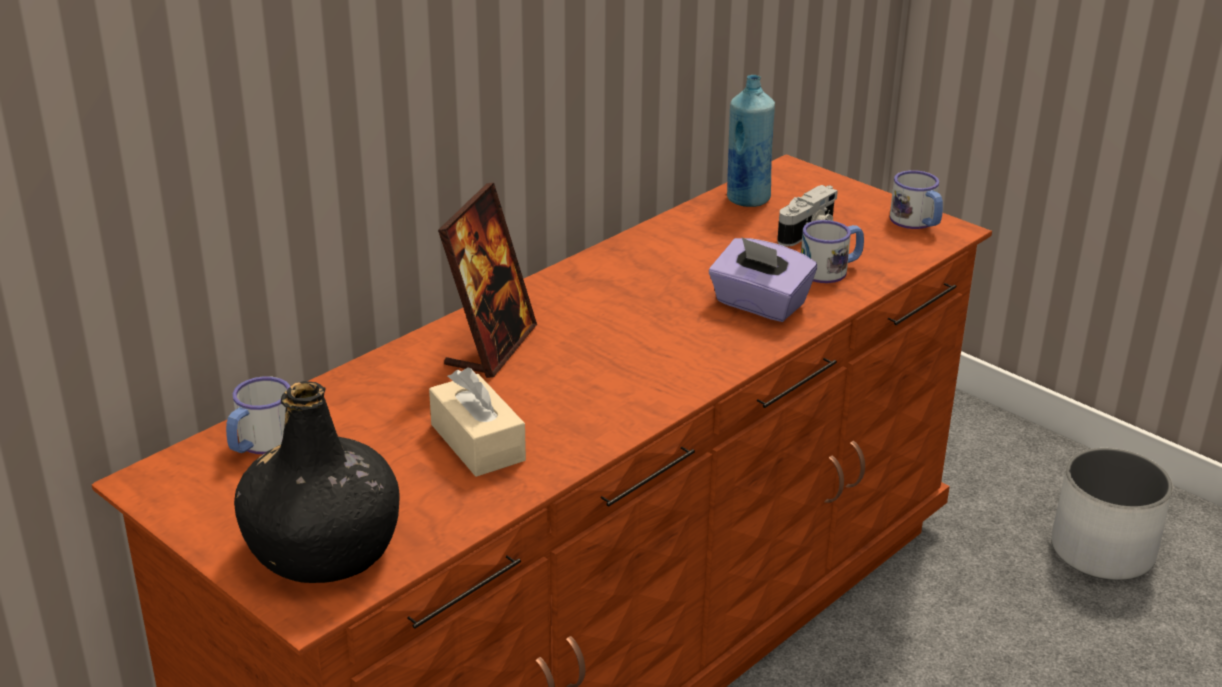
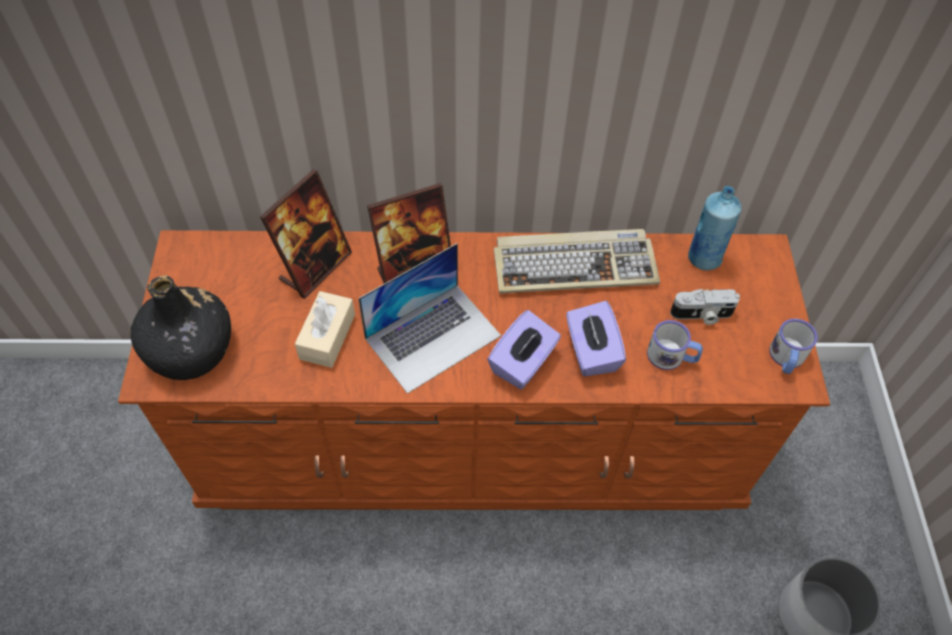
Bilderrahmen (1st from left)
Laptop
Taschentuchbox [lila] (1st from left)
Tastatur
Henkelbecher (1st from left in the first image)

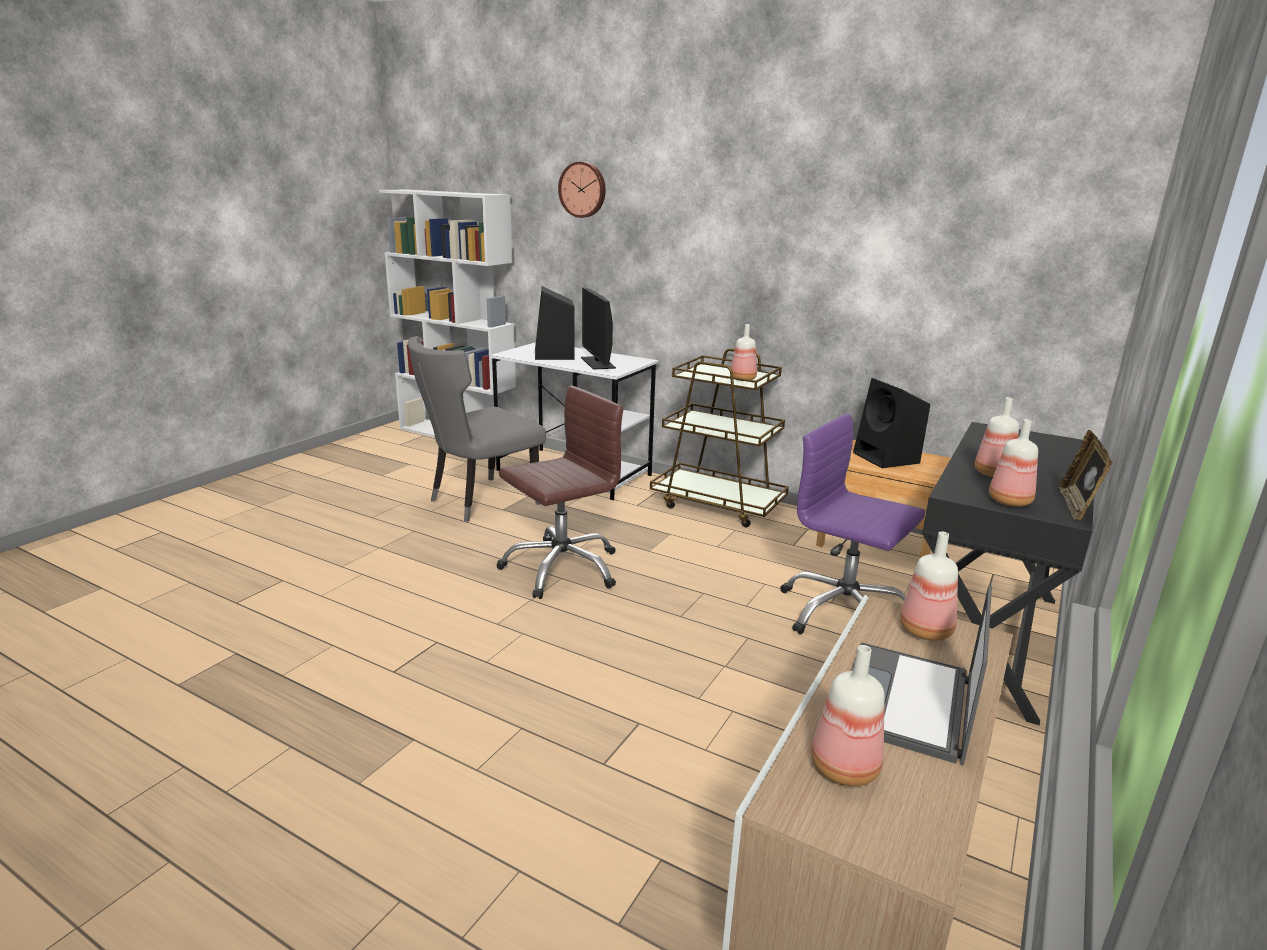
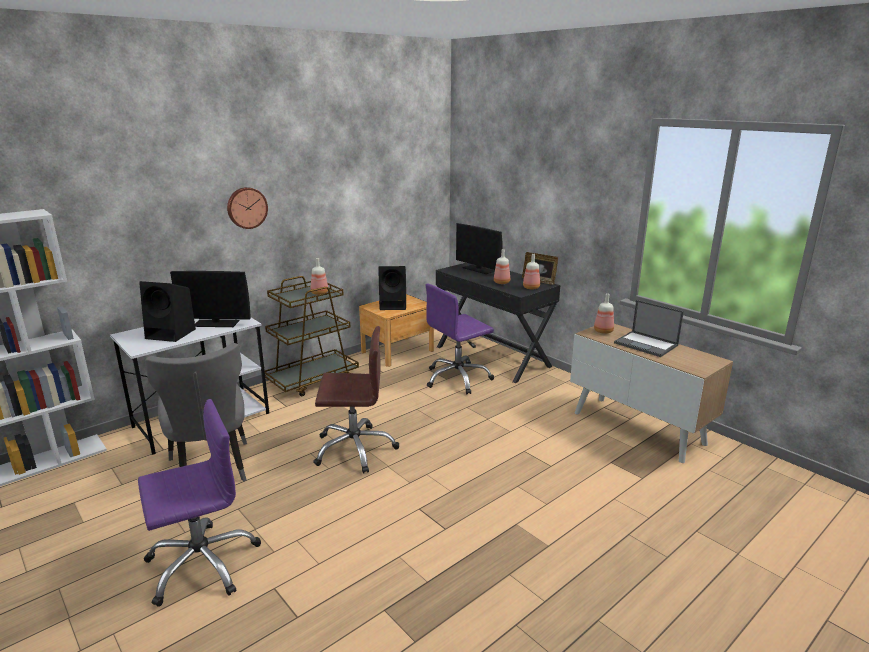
Bürostuhl [lila] (1st from left)
Wanduhr
Bürostuhl [braun]
Monitor (2nd from left)
Flasche (2nd from left in the first image)

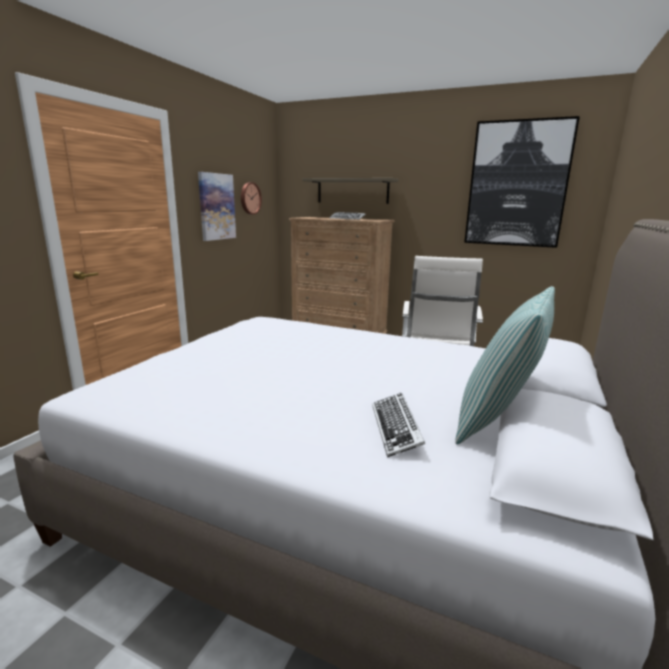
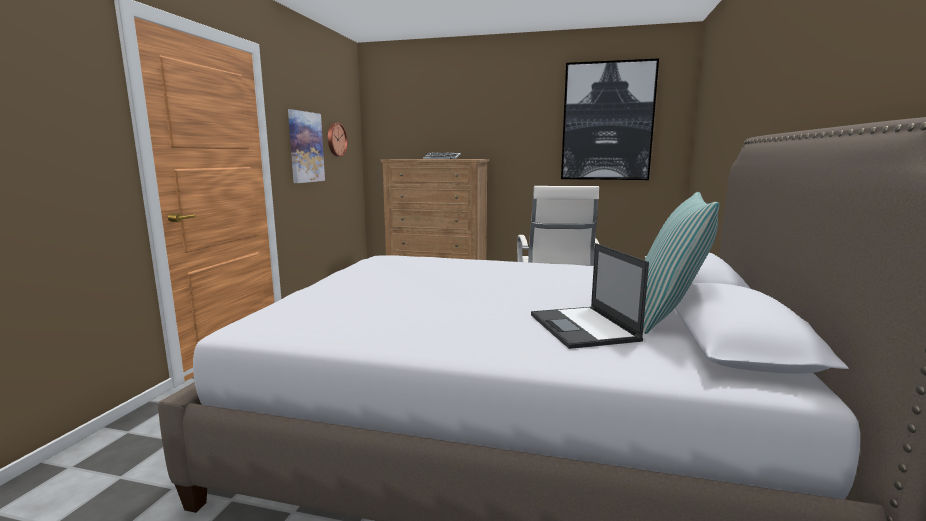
Laptop
Wandregal

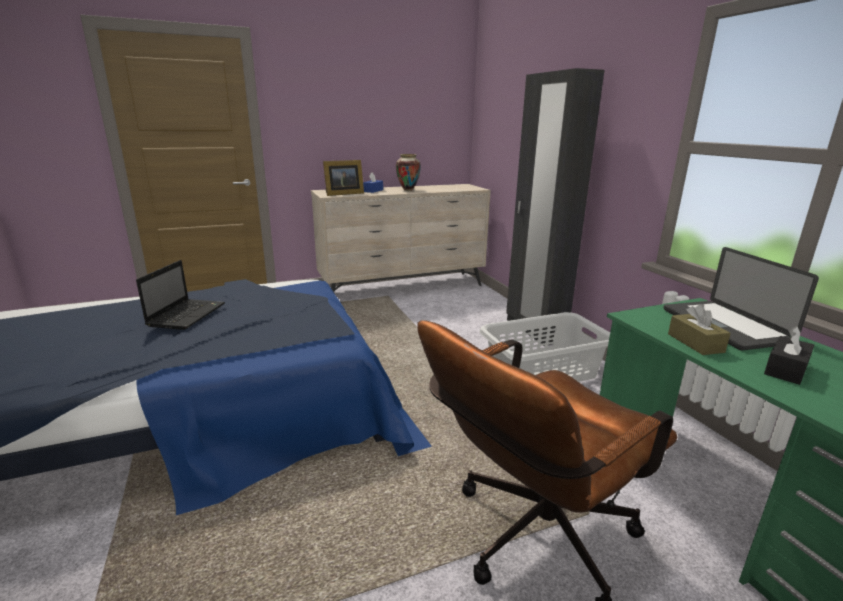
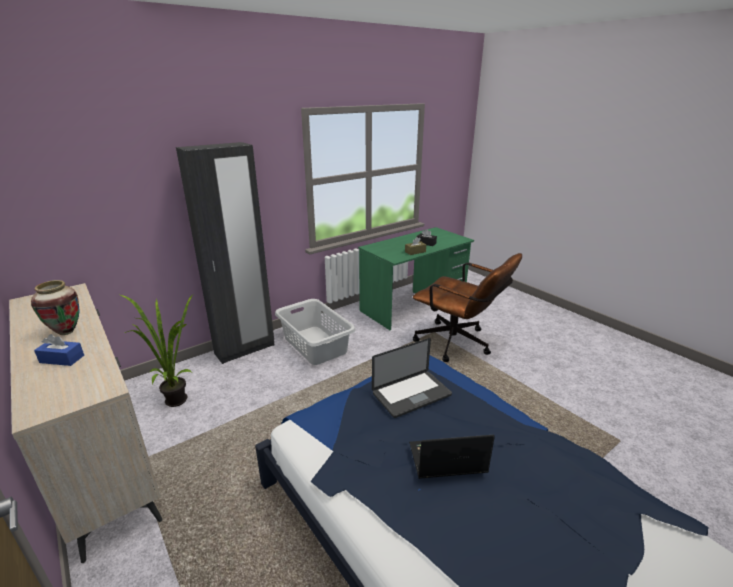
Topfpflanze
Laptop (1st from left)
Bilderrahmen

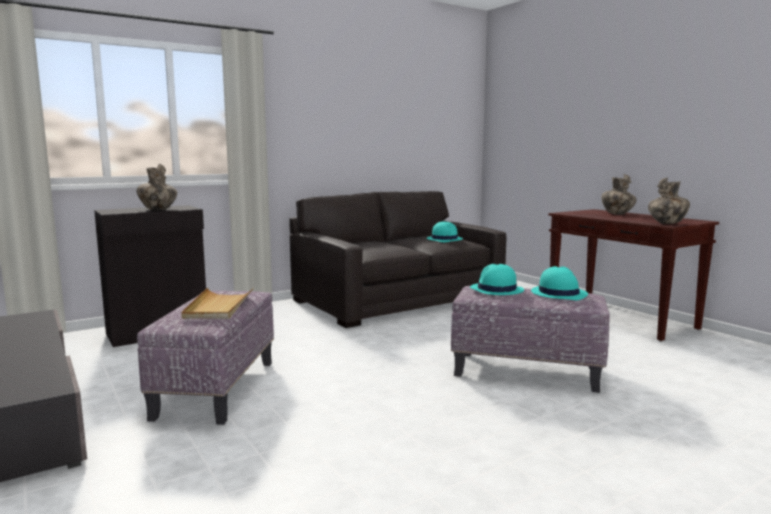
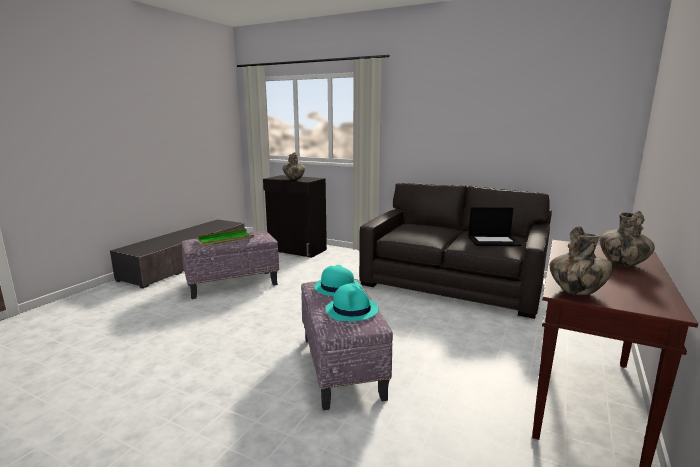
Tablett [grün]
Laptop

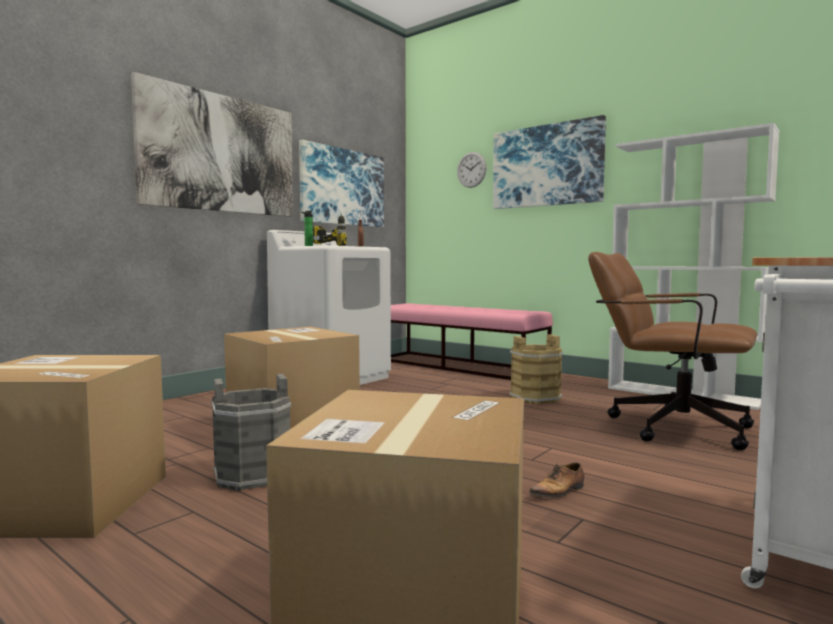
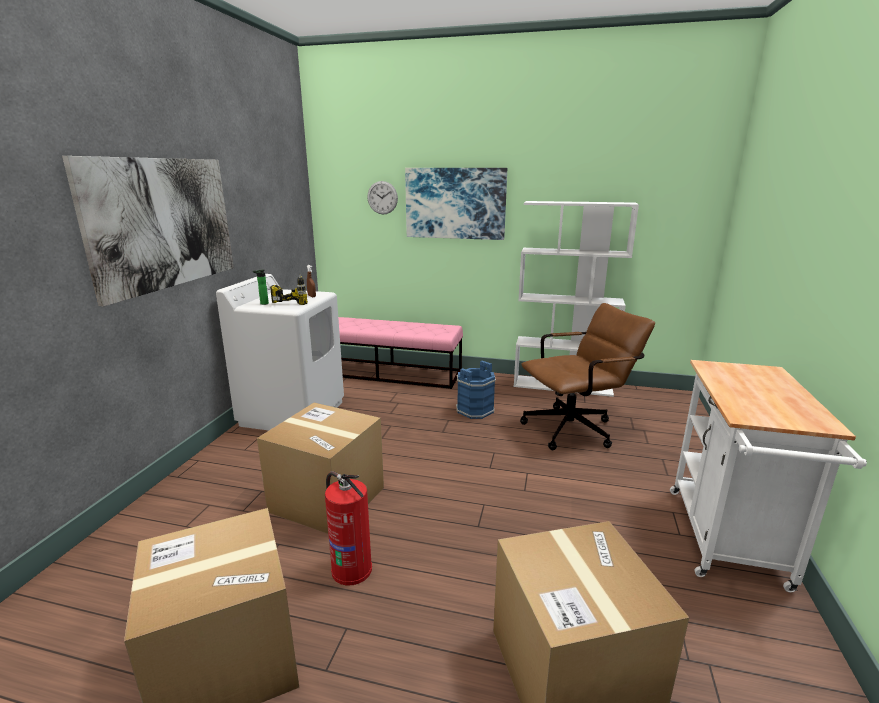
Feuerlöscher
Eimer [blau]
Bürostuhl [braun]
Bild (2nd from left in the first image)
Schuh

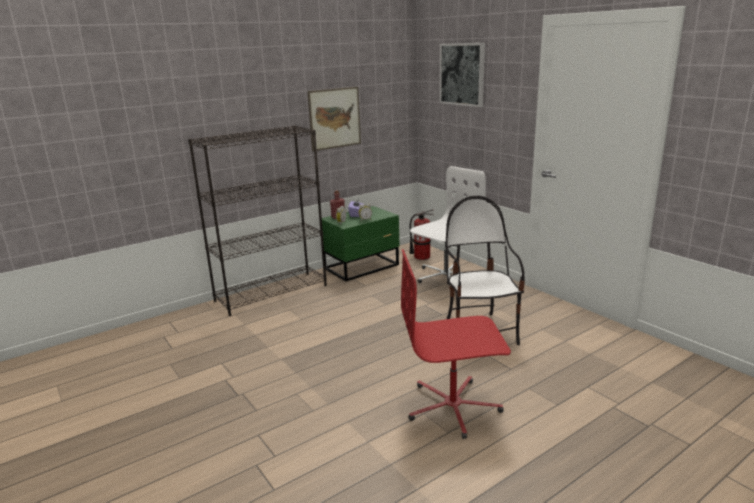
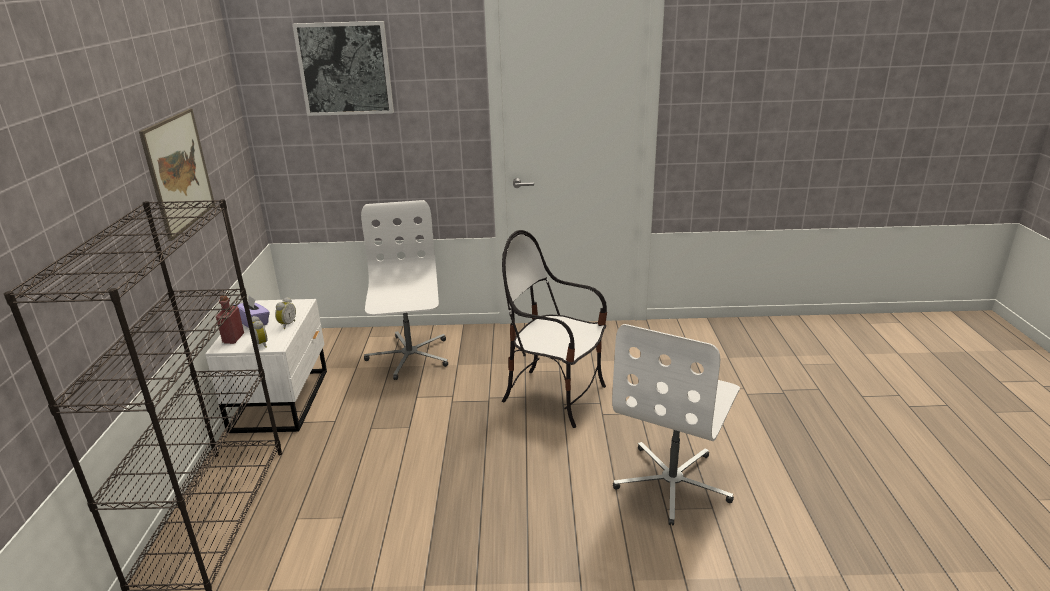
Nachttisch [weiß]
Bürostuhl [weiß] (2nd from left)
Feuerlöscher

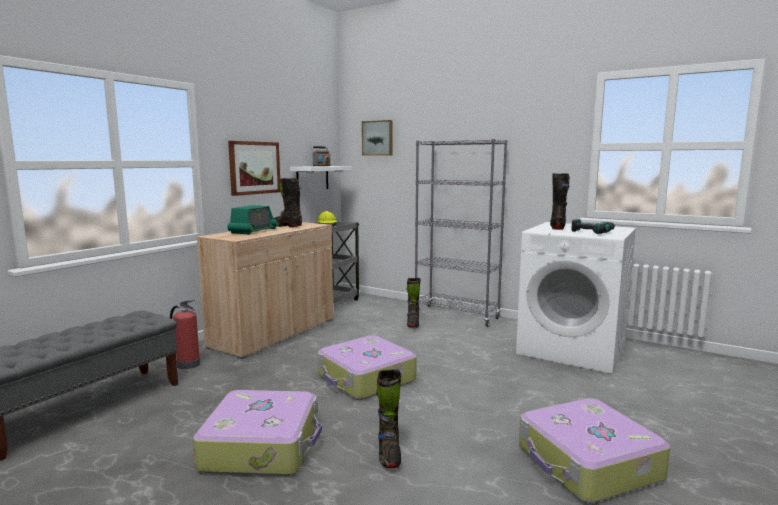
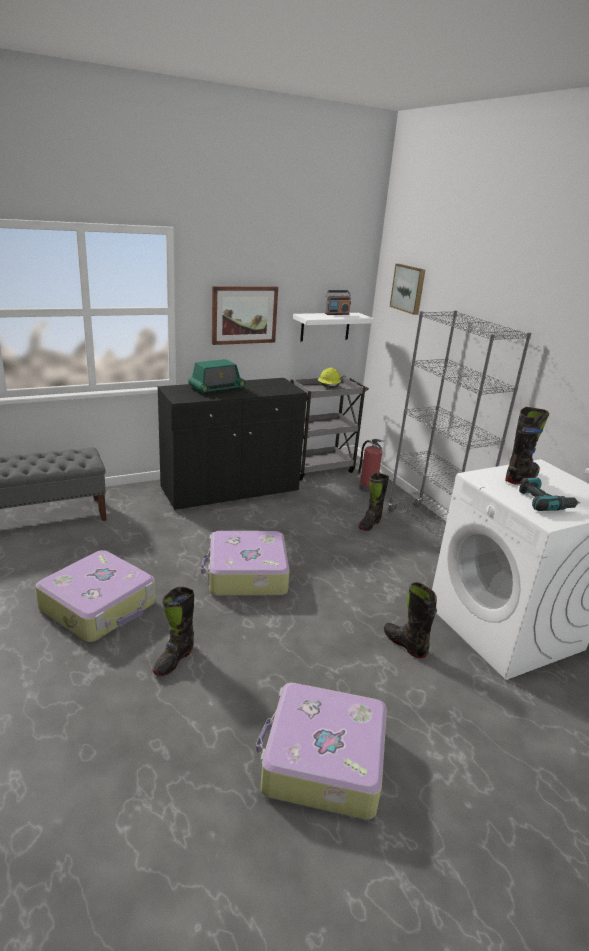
Schrank [schwarz]
Feuerlöscher
Stiefel [schwarz] (3rd from left)

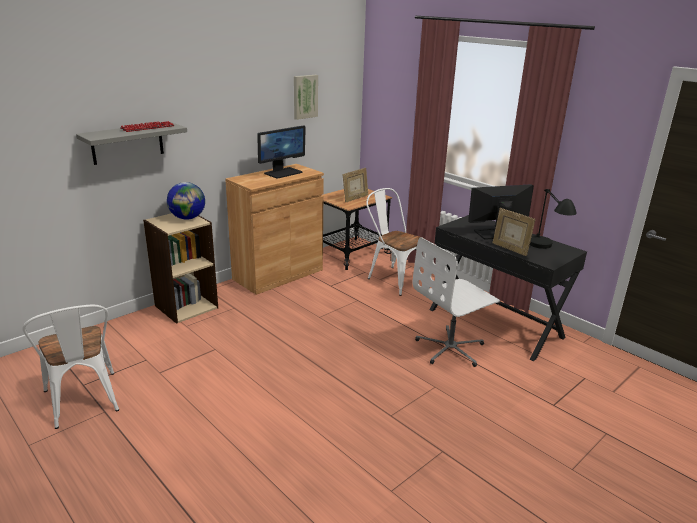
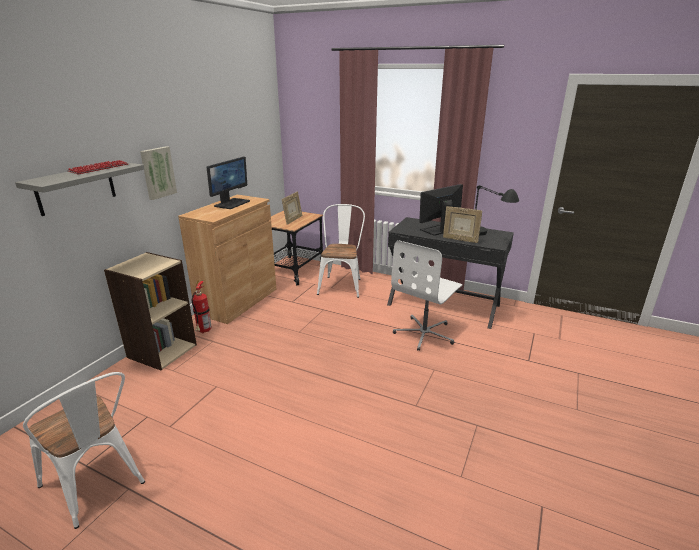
Bild
Feuerlöscher
Stuhl [weiß] (2nd from left)
Globus

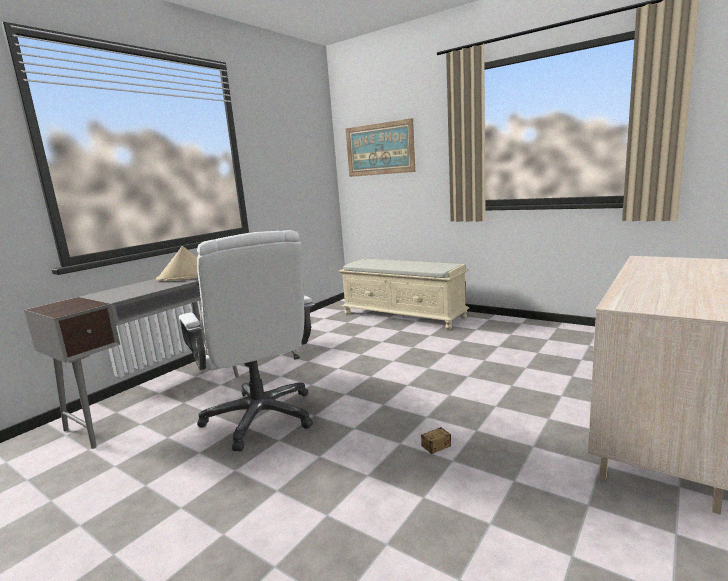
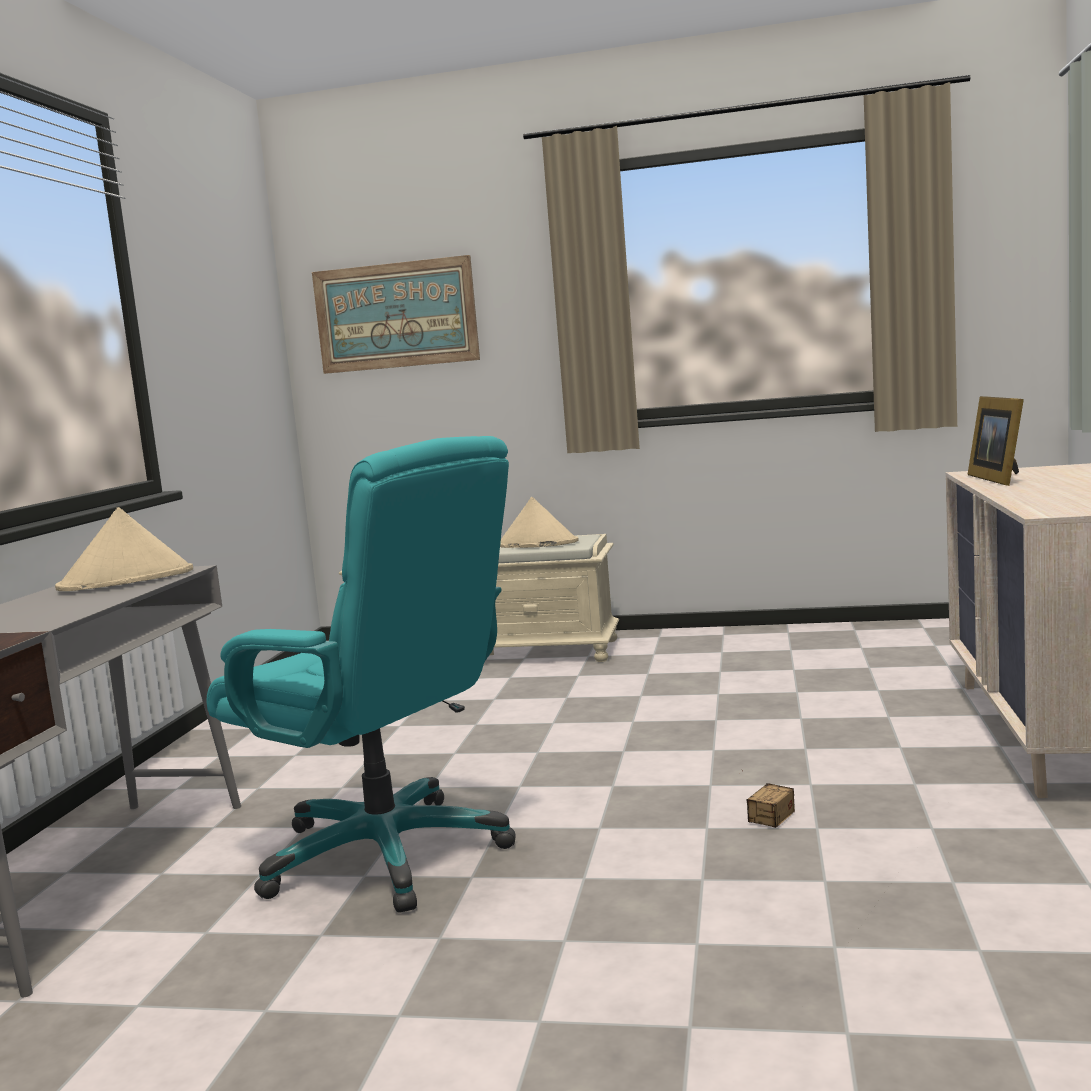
Bürostuhl [türkis]
Hut [beige] (2nd from left)
Bilderrahmen

